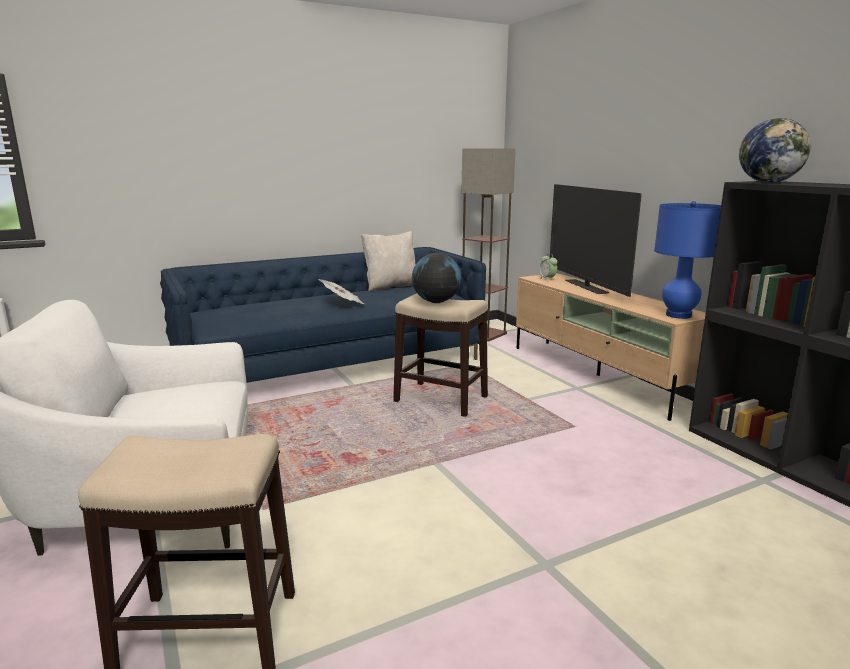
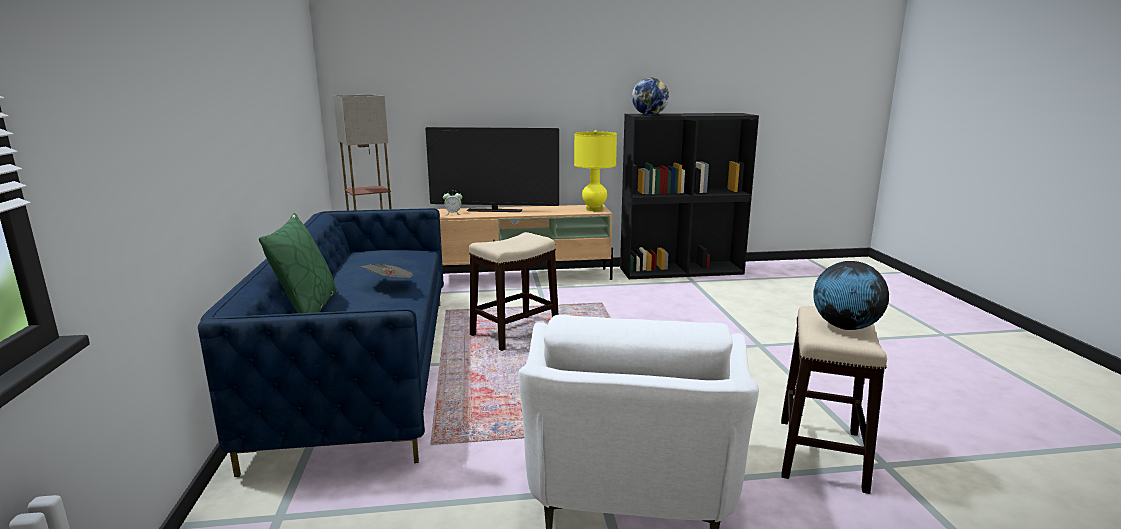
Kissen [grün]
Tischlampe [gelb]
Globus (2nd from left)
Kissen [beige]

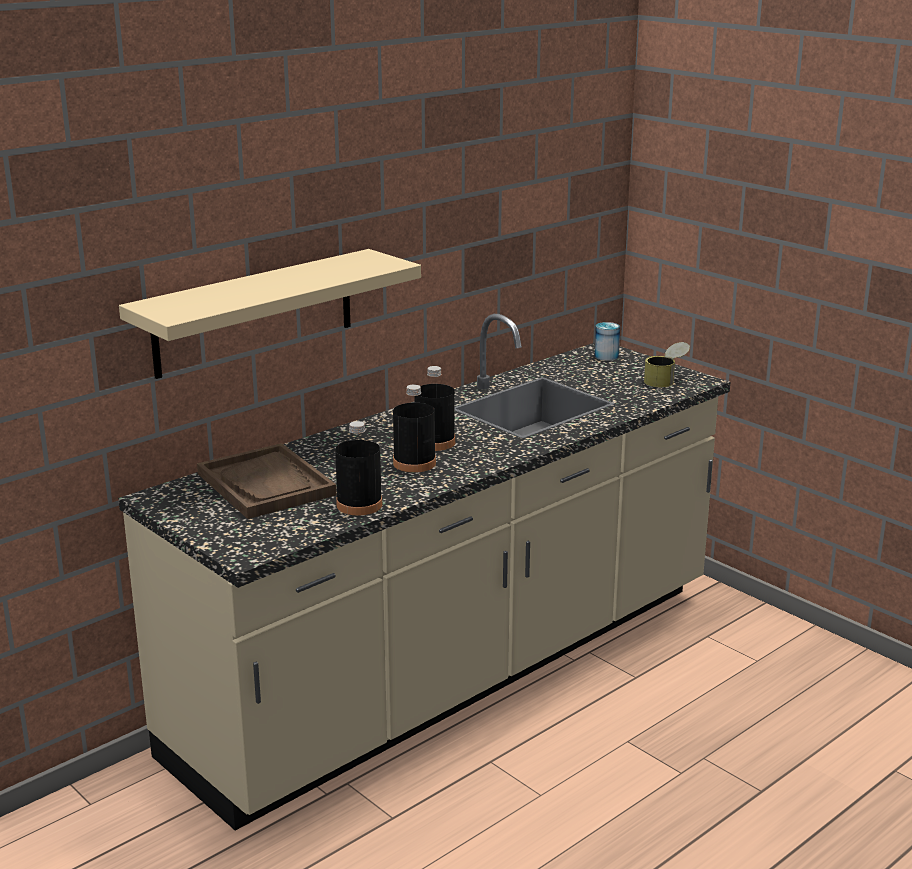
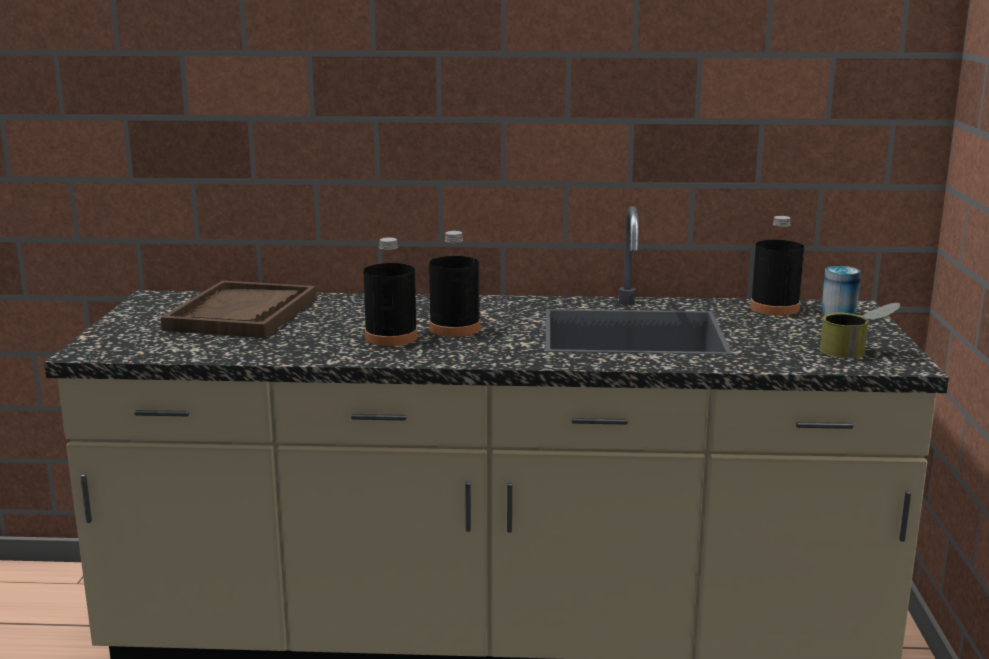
Flasche [schwarz] (3rd from left)
Wandregal [beige]

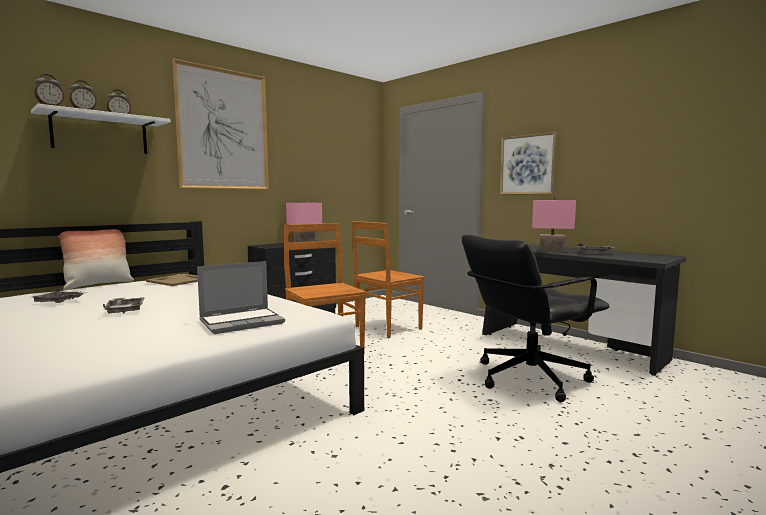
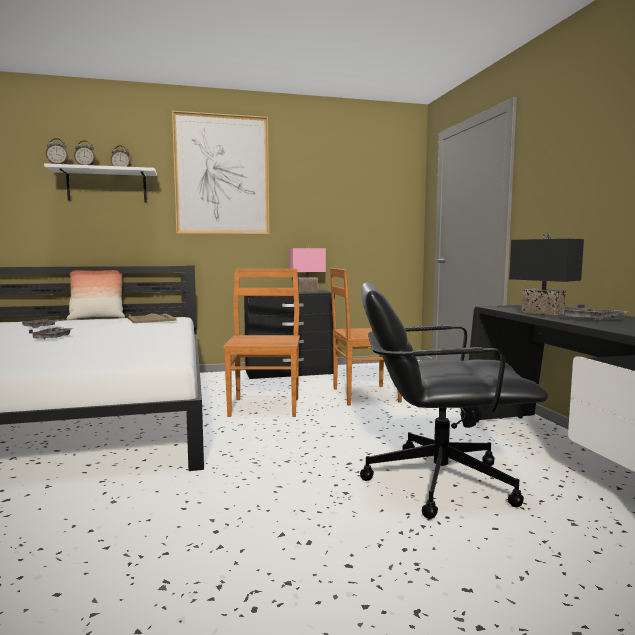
Tischlampe [schwarz]
Laptop
Bild (2nd from left in the first image)

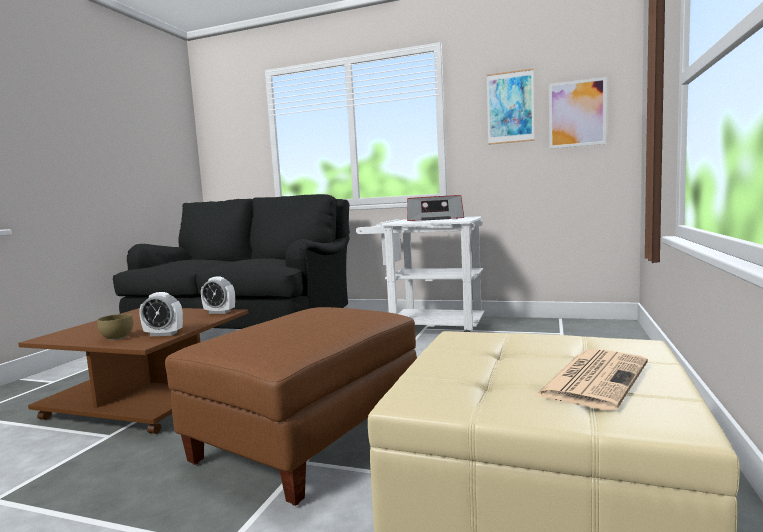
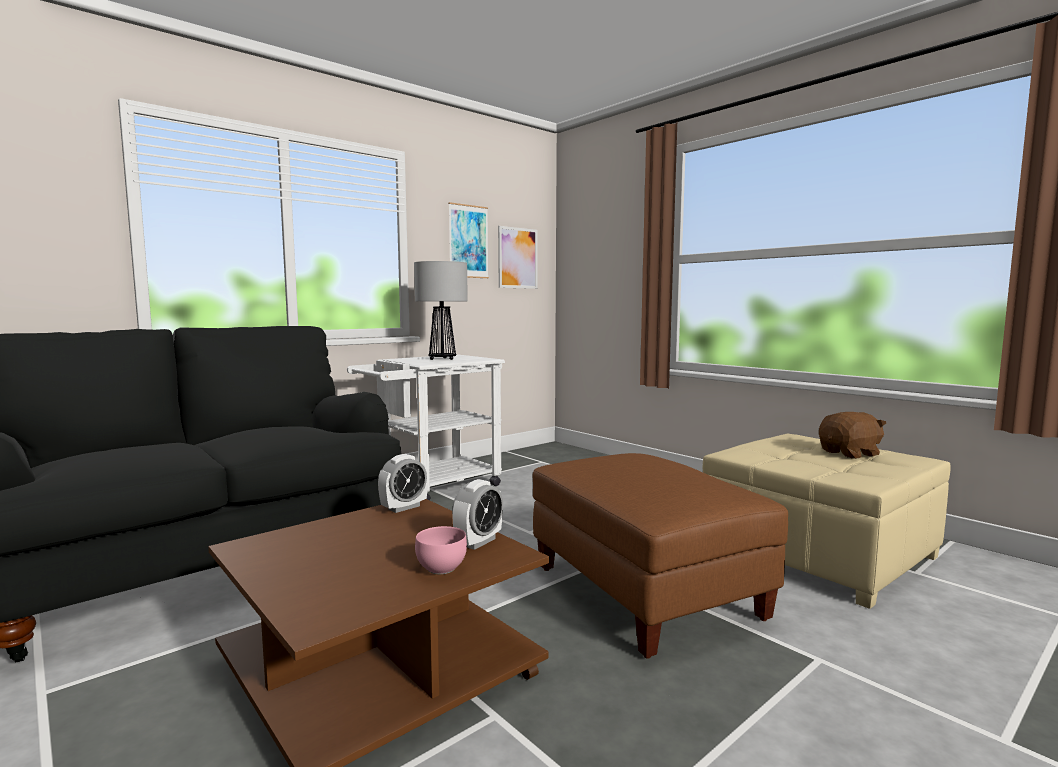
Tischlampe
Schüssel [rosa]
Plüschtier [braun]

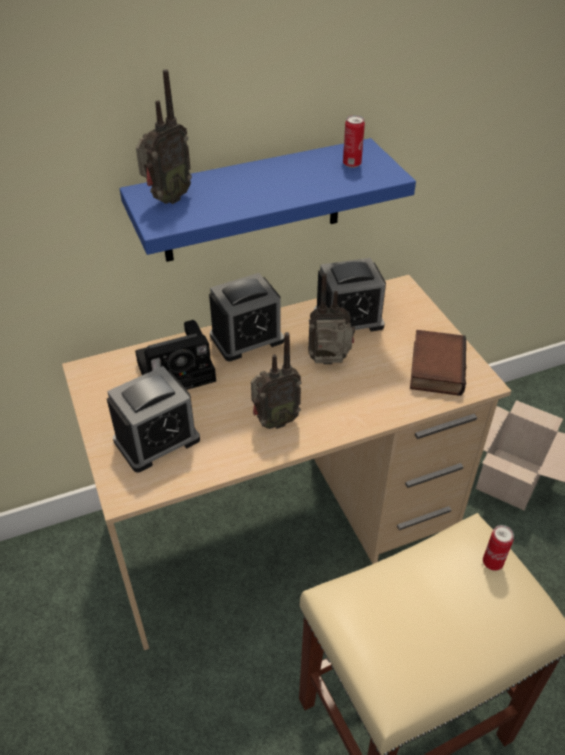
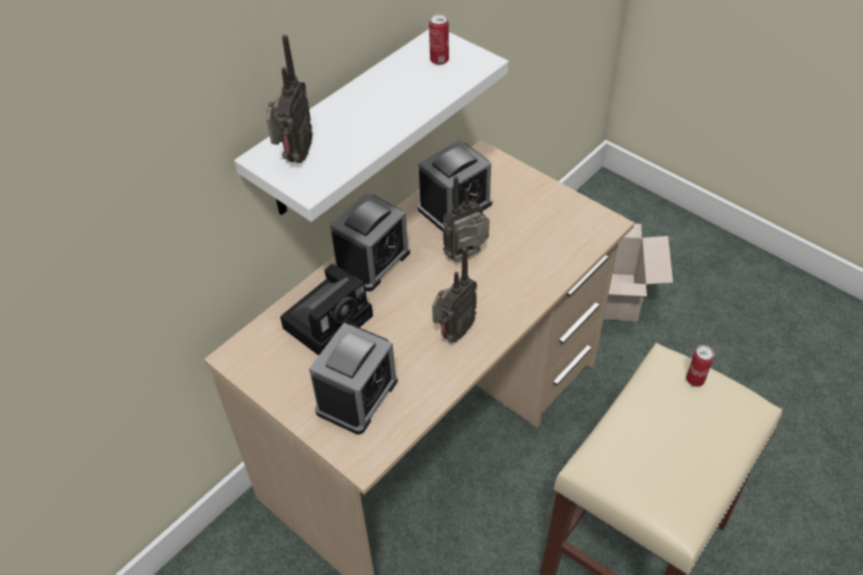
Wandregal [weiß]
Buch

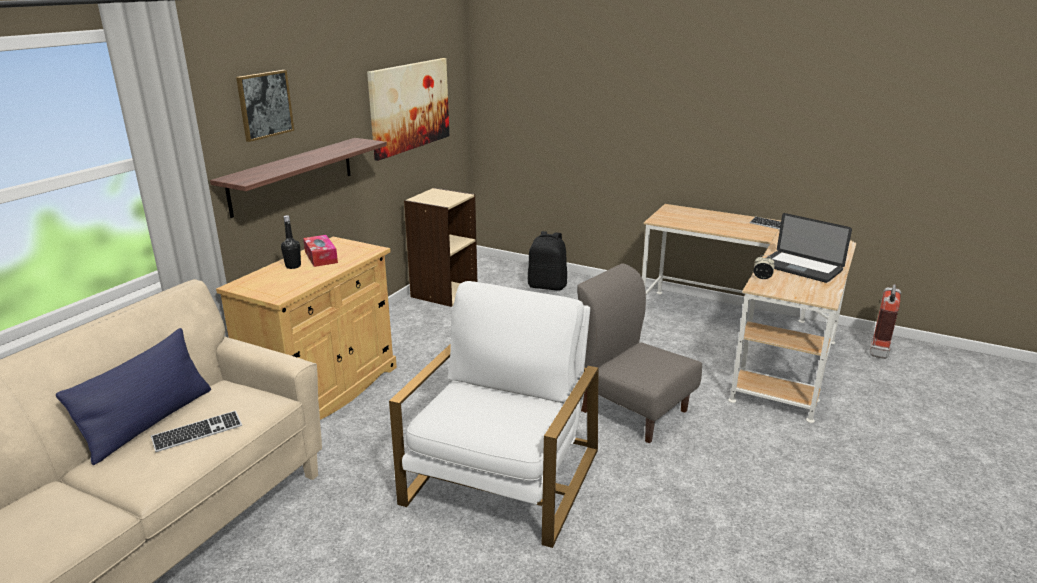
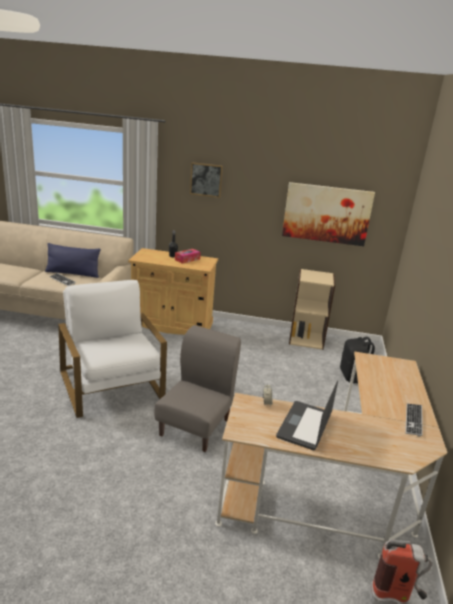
Sessel [weiß]
Wandregal

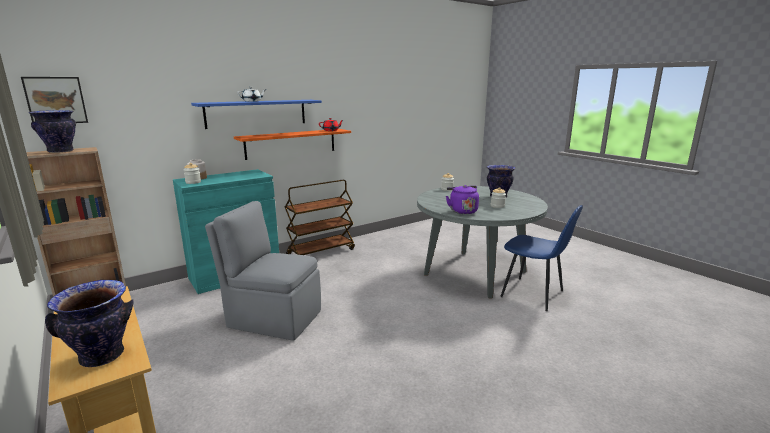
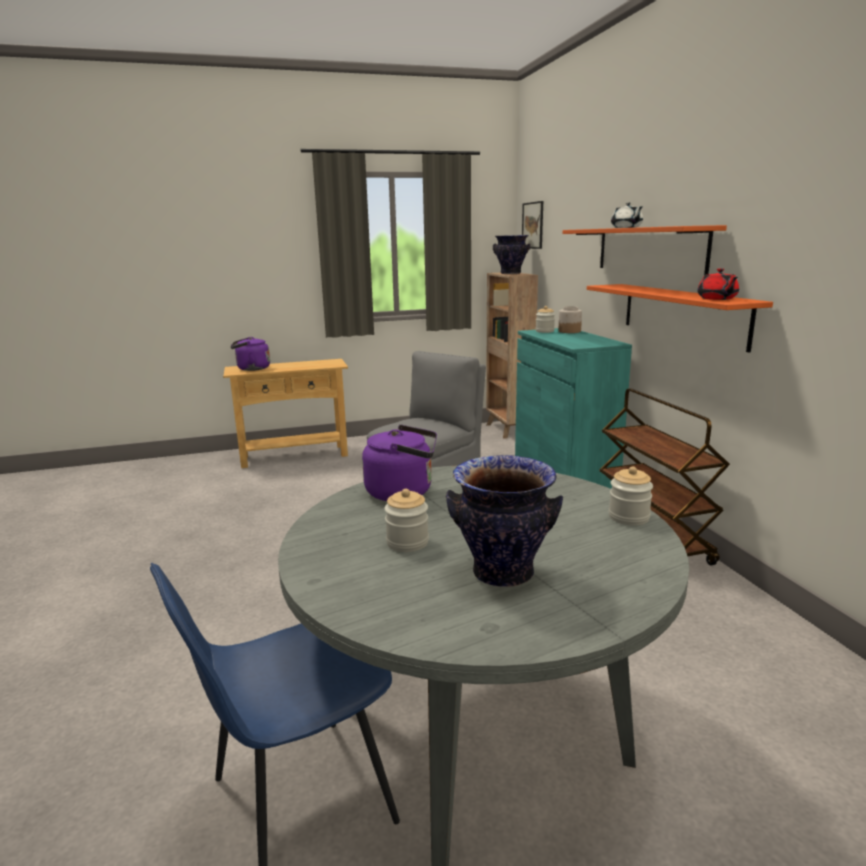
Wasserkessel [lila] (1st from left)
Wandregal [orange] (1st from left)

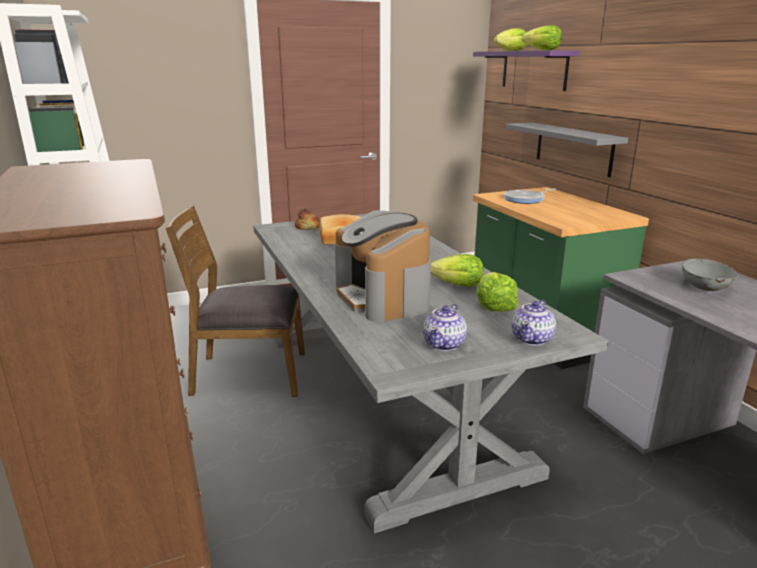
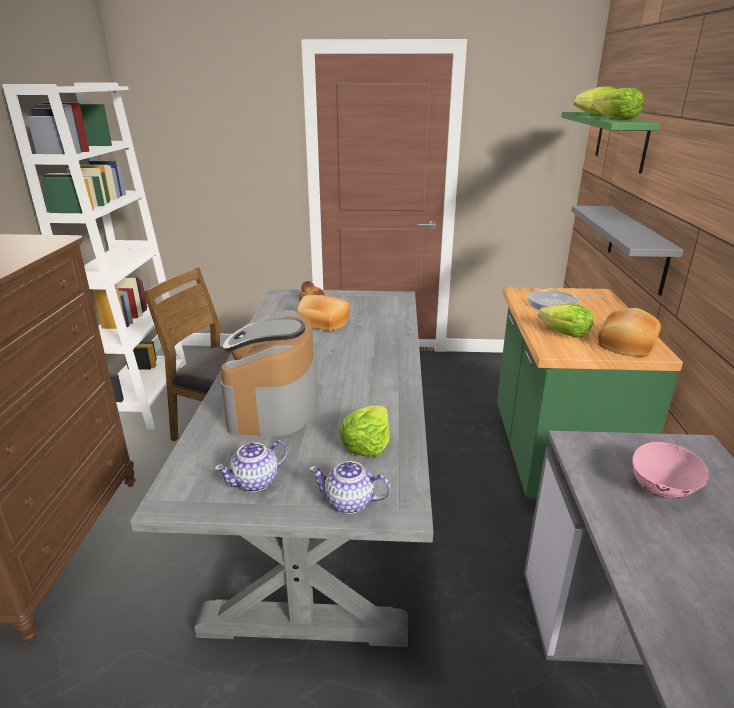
Teekanne (2nd from left)
Salatkopf (2nd from left)
Wandregal [grün]
Brot (3rd from left)
Schüssel [rosa]

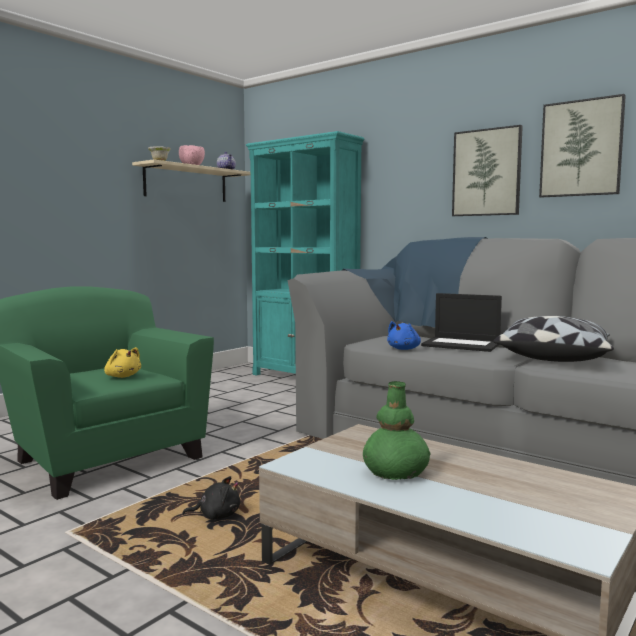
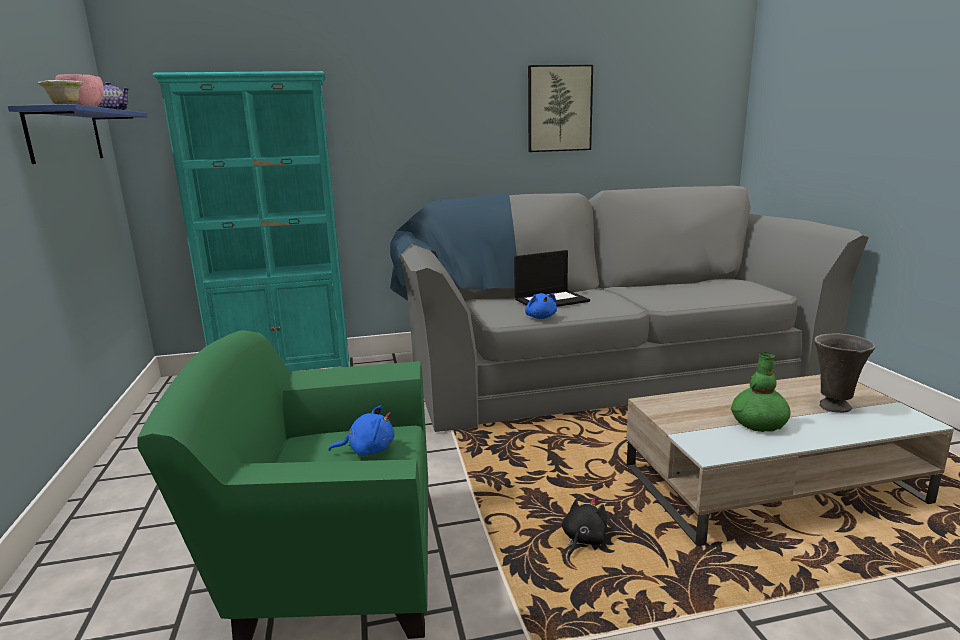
Wandregal [blau]
Plüschtier [blau] (1st from left)
Vase [grau]
Bild (1st from left in the first image)
Kissen

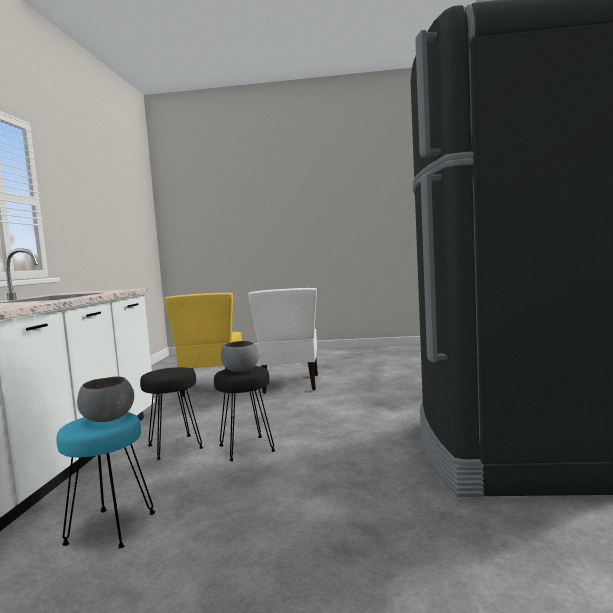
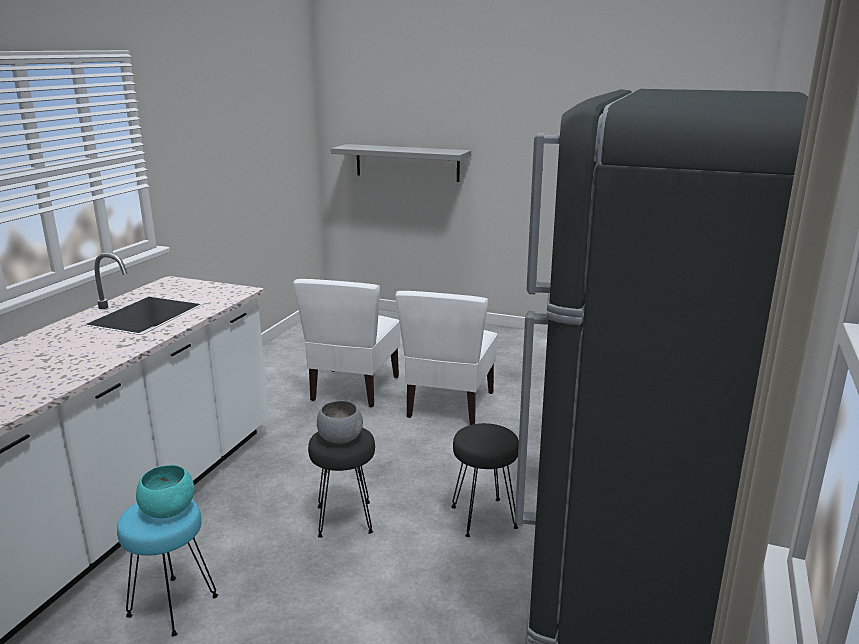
Schüssel [türkis]
Stuhl [weiß] (1st from left)
Wandregal [grau]
Hocker [schwarz] (2nd from left)

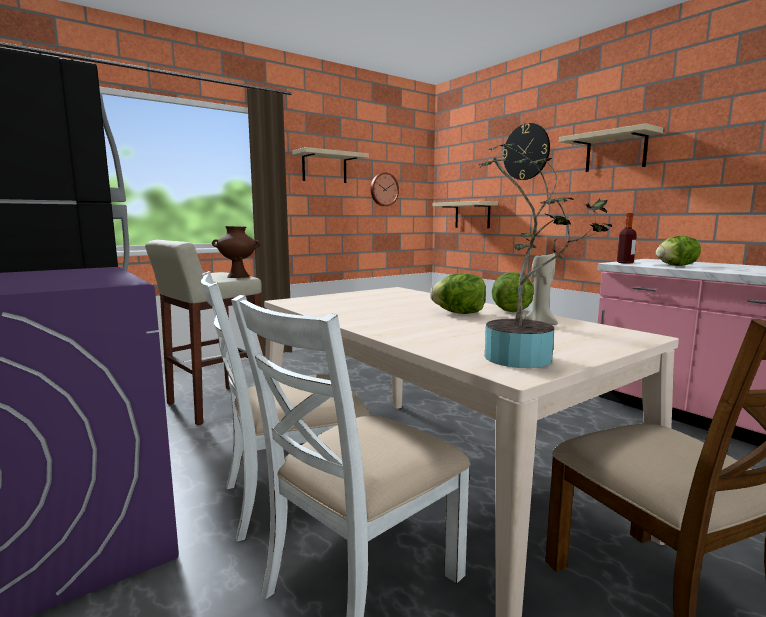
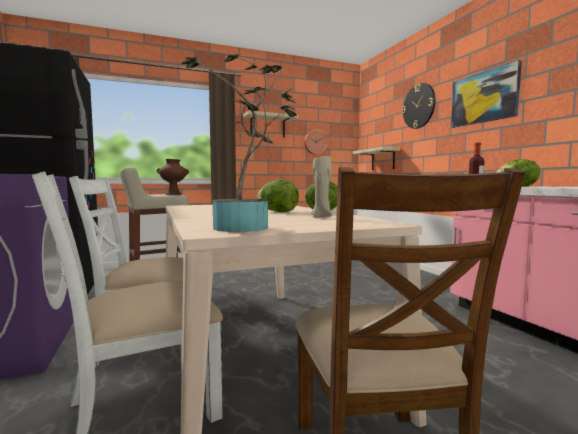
Bild

